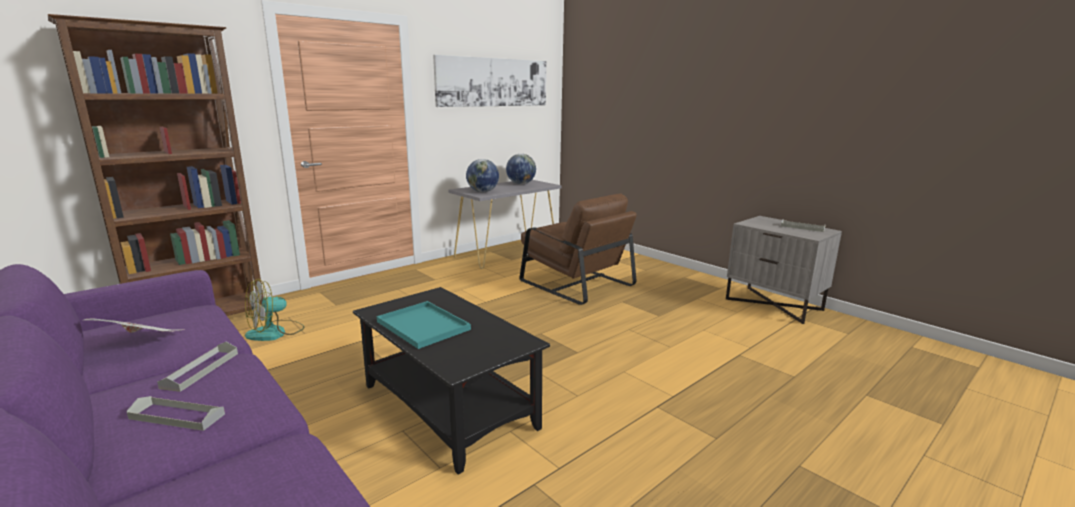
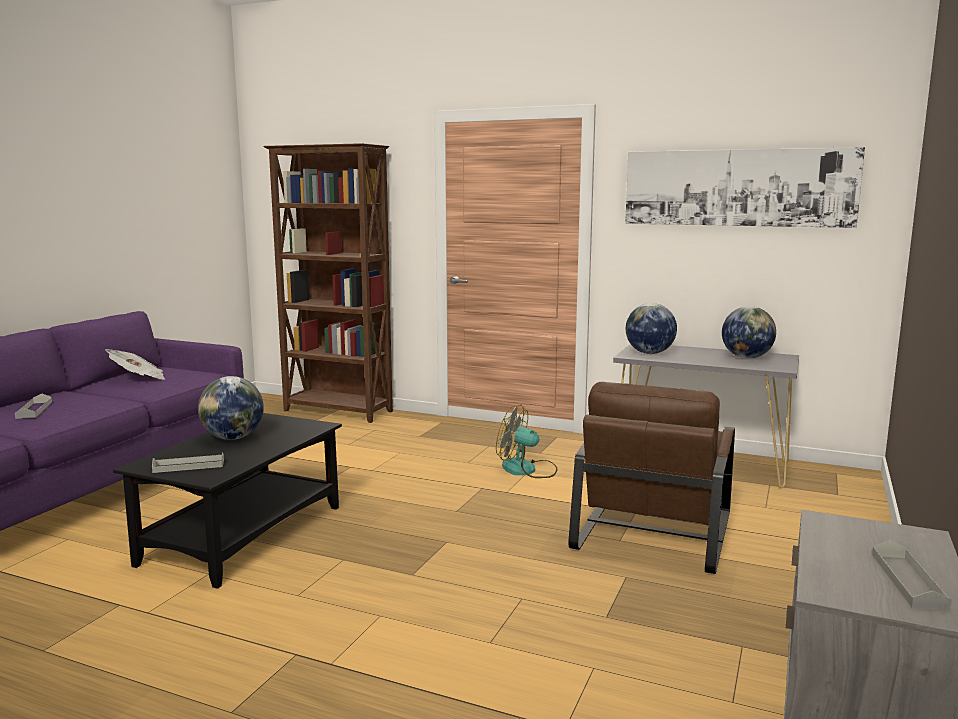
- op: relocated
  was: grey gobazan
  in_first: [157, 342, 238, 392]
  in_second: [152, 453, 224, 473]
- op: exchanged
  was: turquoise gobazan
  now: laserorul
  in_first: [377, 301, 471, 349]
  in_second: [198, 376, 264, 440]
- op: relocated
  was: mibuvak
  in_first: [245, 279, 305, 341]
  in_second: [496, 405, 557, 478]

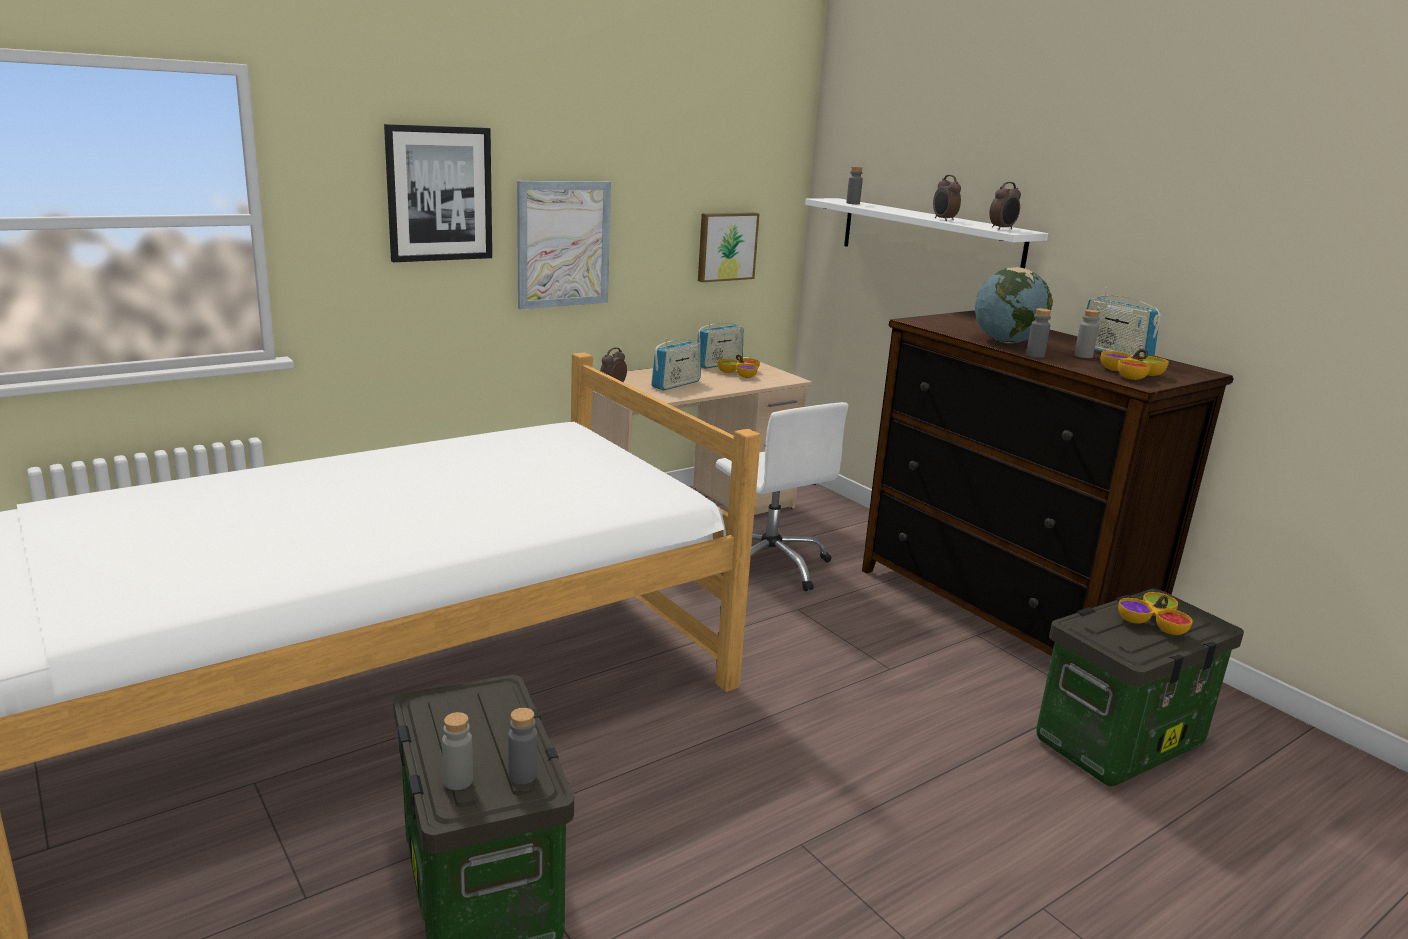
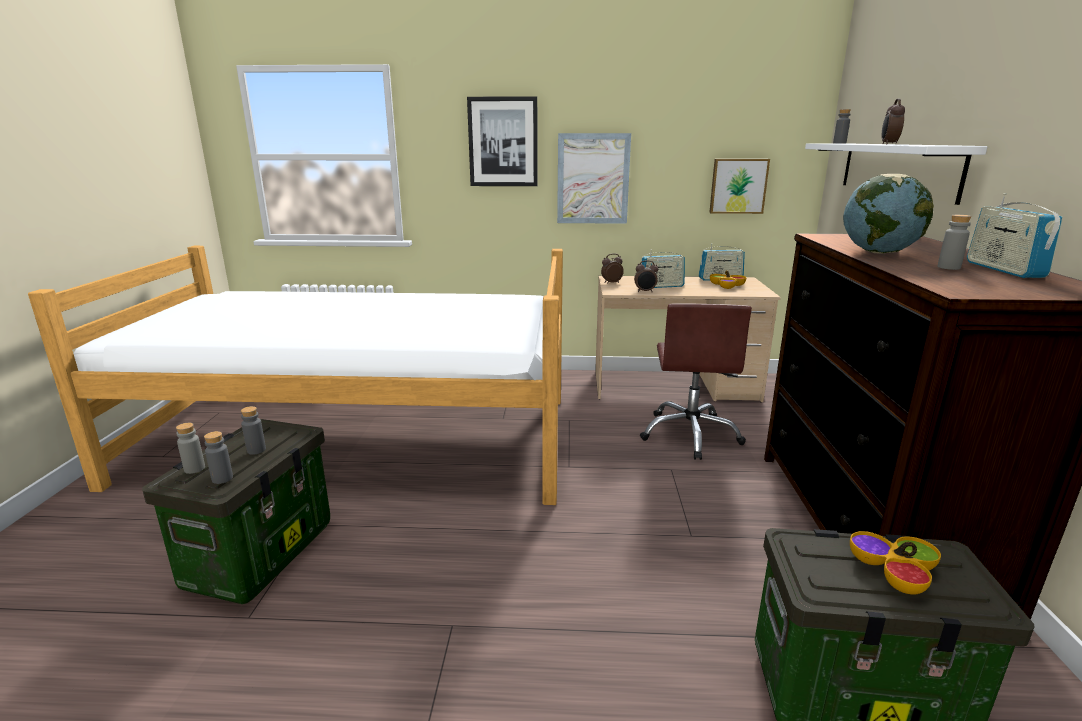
- op: relocated
  was: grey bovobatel
  in_first: [1026, 308, 1051, 358]
  in_second: [241, 406, 266, 455]
- op: relocated
  was: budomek
  in_first: [989, 182, 1021, 230]
  in_second: [634, 260, 658, 292]
- op: colour
  was: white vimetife
  now: brown vimetife
  in_first: [716, 402, 848, 591]
  in_second: [640, 303, 752, 460]
- op: missing
  was: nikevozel
  in_first: [1101, 349, 1169, 380]

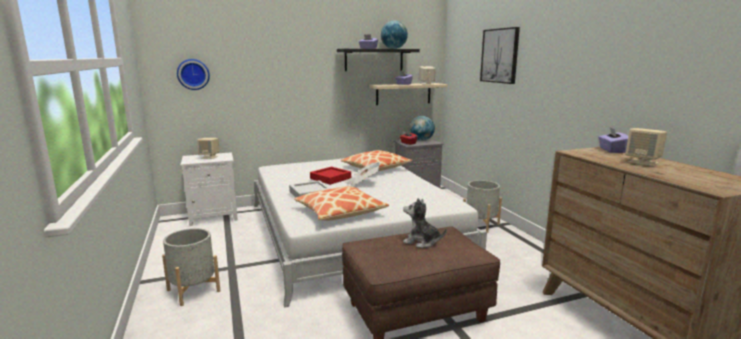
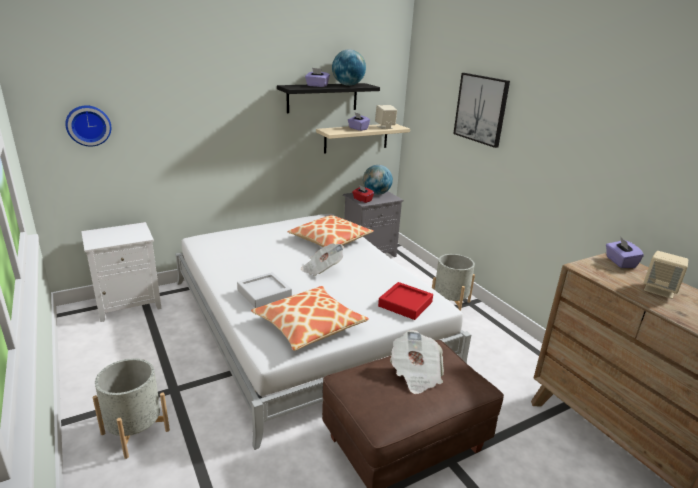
- op: relocated
  was: red gobazan
  in_first: [310, 167, 351, 185]
  in_second: [378, 282, 433, 320]
- op: exchanged
  was: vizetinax
  now: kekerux
  in_first: [403, 198, 447, 248]
  in_second: [390, 330, 444, 394]
- op: missing
  was: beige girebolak
  in_first: [197, 138, 220, 159]

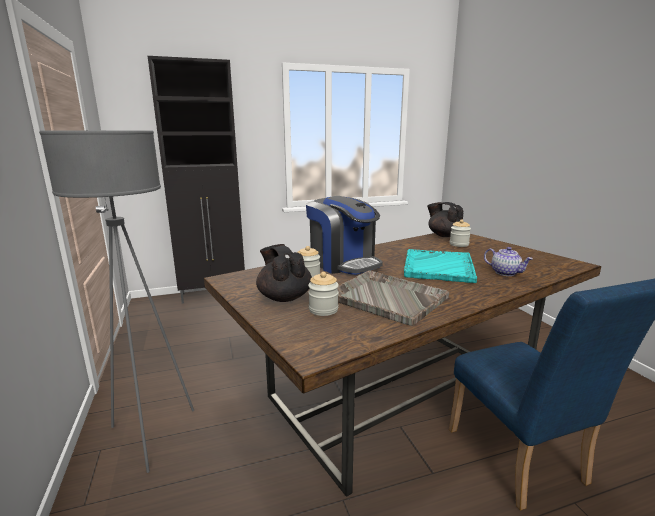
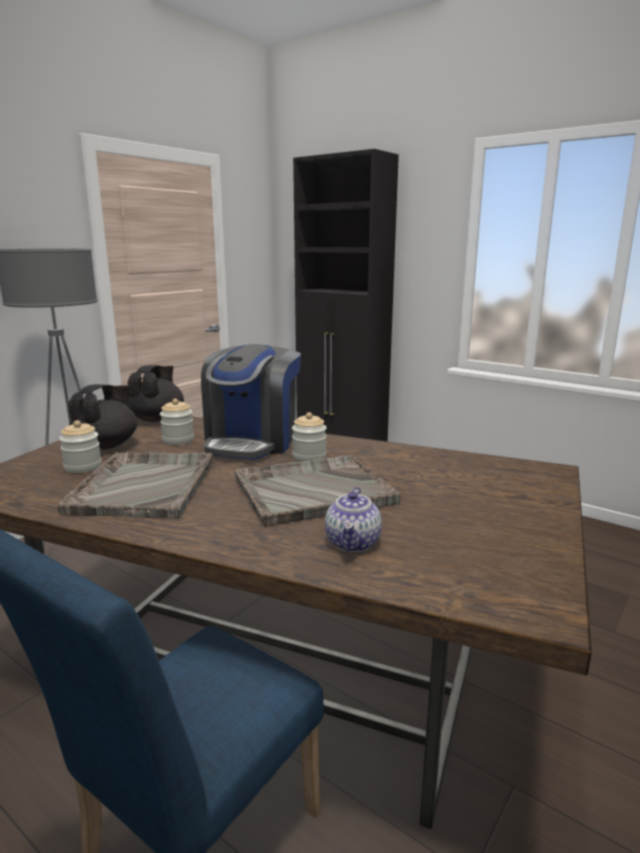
- op: relocated
  was: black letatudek
  in_first: [427, 202, 463, 237]
  in_second: [127, 365, 184, 422]
- op: colour
  was: turquoise gobazan
  now: grey gobazan
  in_first: [404, 249, 478, 283]
  in_second: [235, 455, 401, 527]
- op: relocated
  was: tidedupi
  in_first: [450, 219, 471, 247]
  in_second: [292, 412, 327, 462]

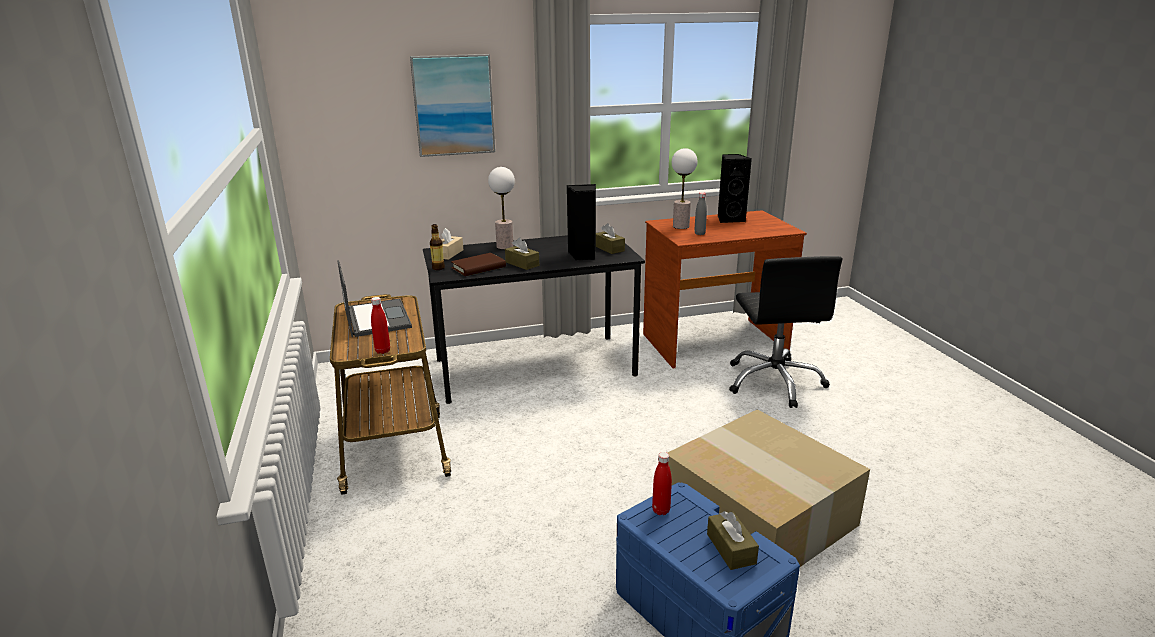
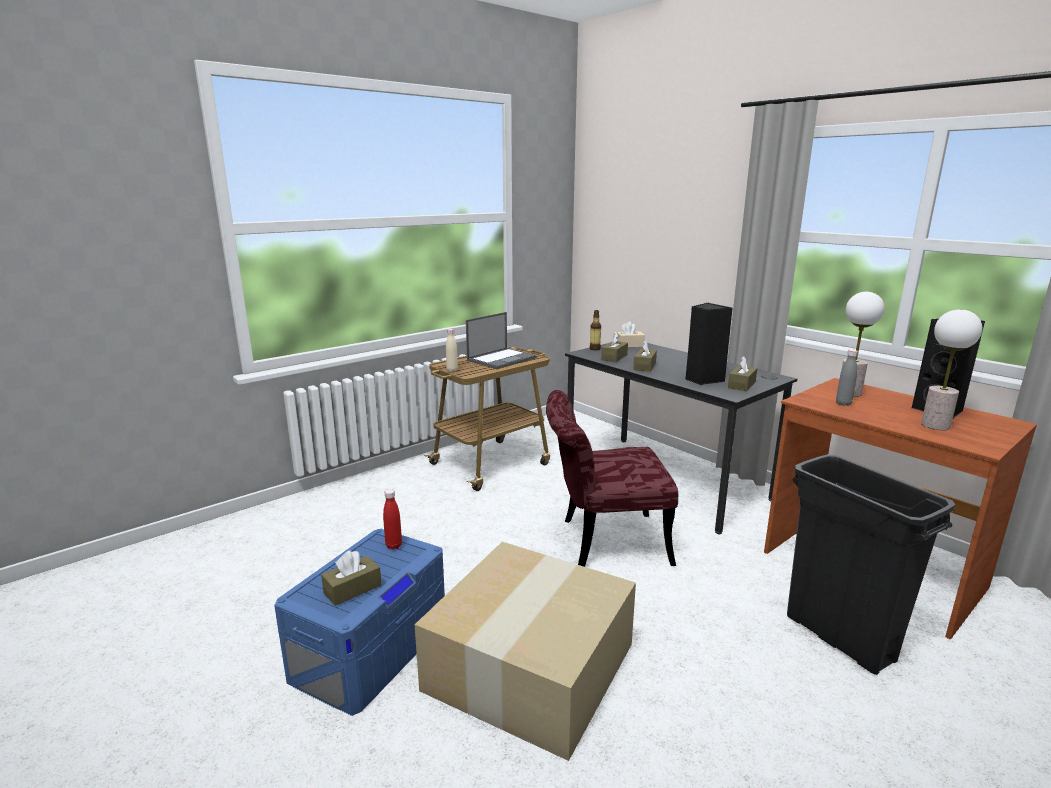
- op: colour
  was: red bovobatel
  now: beige bovobatel
  in_first: [371, 297, 390, 354]
  in_second: [446, 329, 458, 372]
- op: appeared
  now: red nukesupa
  in_second: [546, 390, 678, 567]
- op: exchanged
  was: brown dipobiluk
  now: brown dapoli
  in_first: [451, 253, 506, 276]
  in_second: [601, 332, 628, 362]
- op: exchanged
  was: black vimetife
  now: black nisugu
  in_first: [729, 256, 842, 408]
  in_second: [787, 454, 955, 675]
- op: relocated
  was: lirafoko
  in_first: [488, 167, 515, 249]
  in_second: [921, 309, 982, 430]
- op: missing
  was: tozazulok
  in_first: [410, 54, 495, 157]

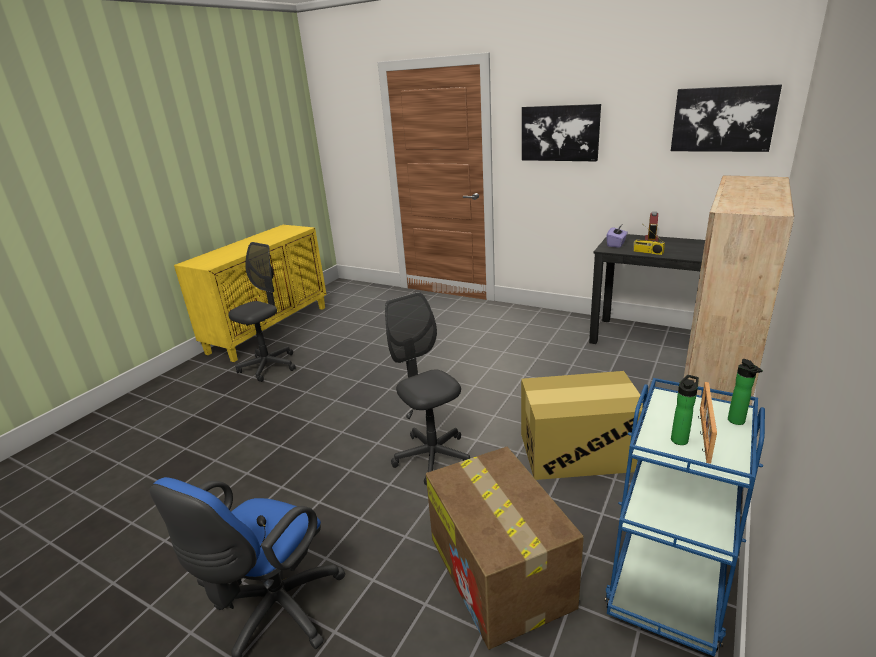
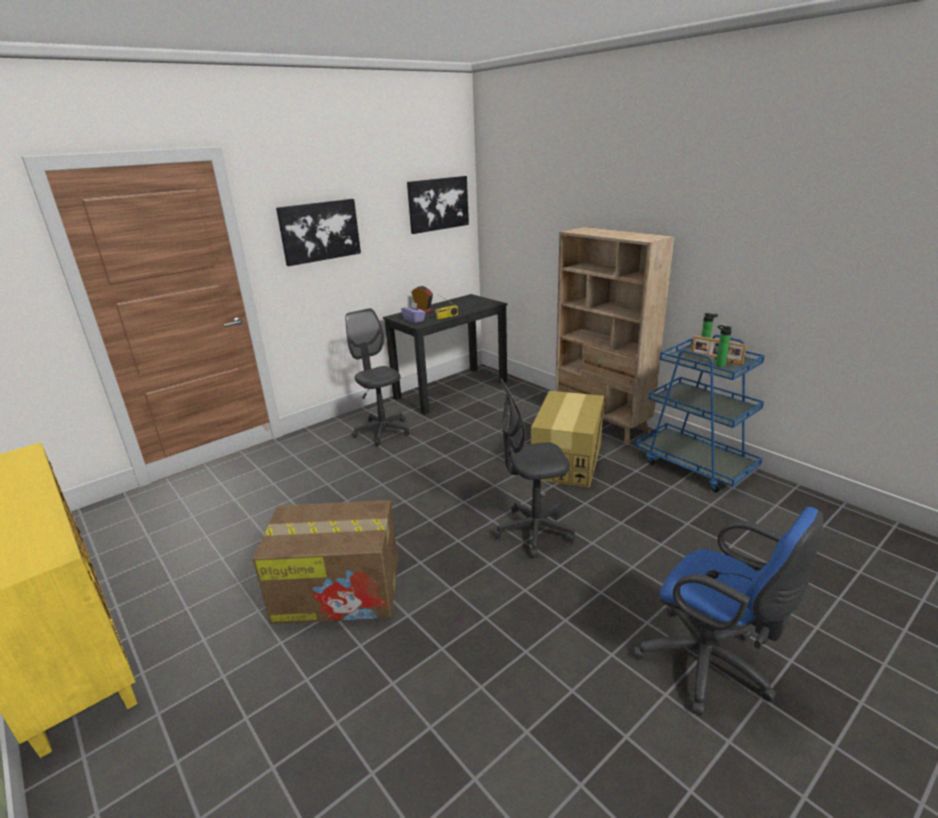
- op: relocated
  was: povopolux
  in_first: [426, 447, 584, 650]
  in_second: [253, 500, 398, 624]
- op: relocated
  was: grey vimetife
  in_first: [228, 242, 296, 382]
  in_second: [345, 308, 410, 446]

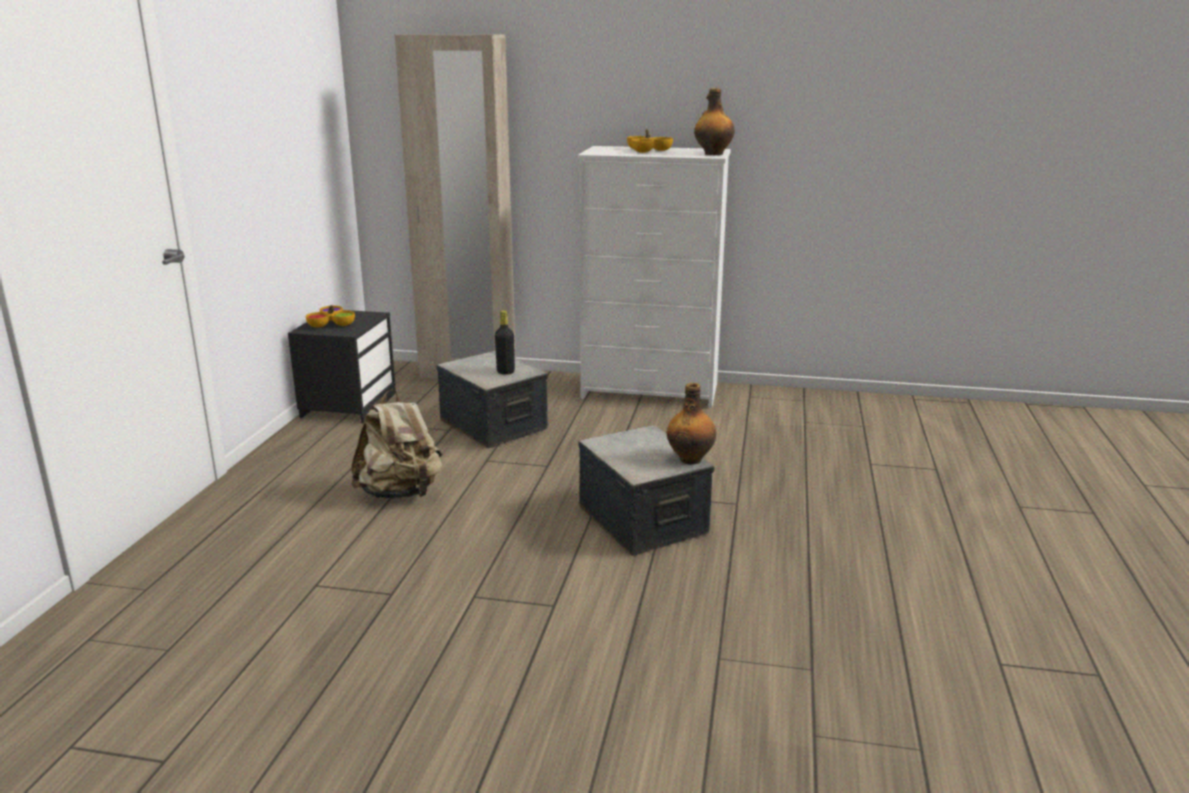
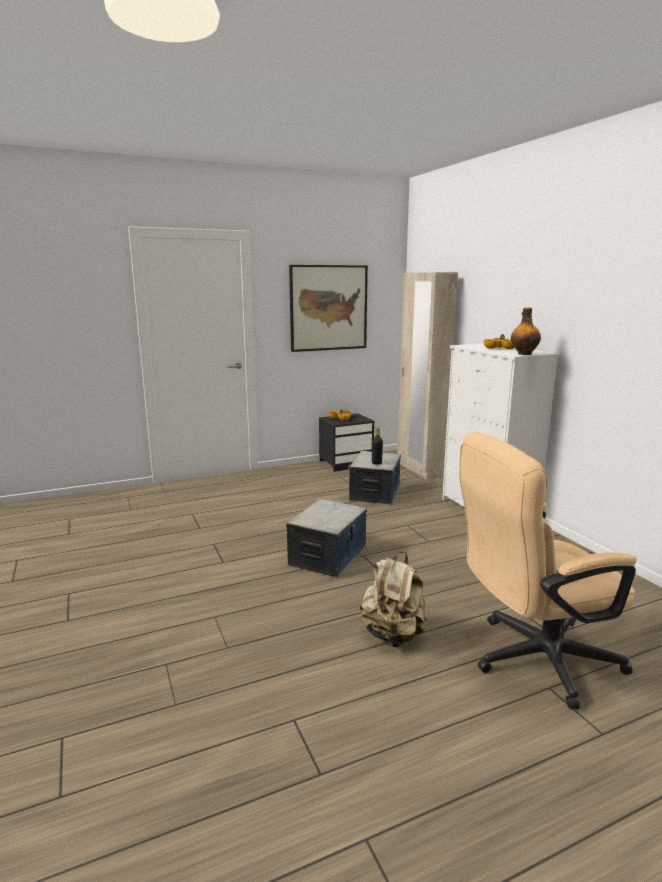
- op: appeared
  now: tozazulok
  in_second: [289, 265, 368, 352]
- op: relocated
  was: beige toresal
  in_first: [351, 389, 442, 499]
  in_second: [360, 551, 427, 647]
- op: appeared
  now: beige vimetife
  in_second: [459, 432, 636, 709]
- op: missing
  was: bovobatel
  in_first: [667, 383, 716, 465]

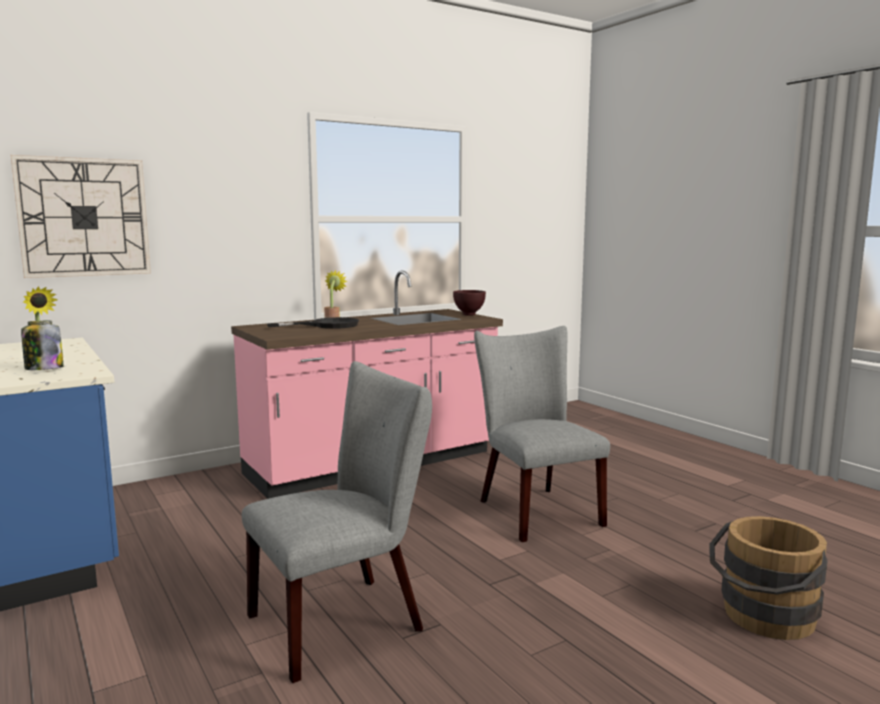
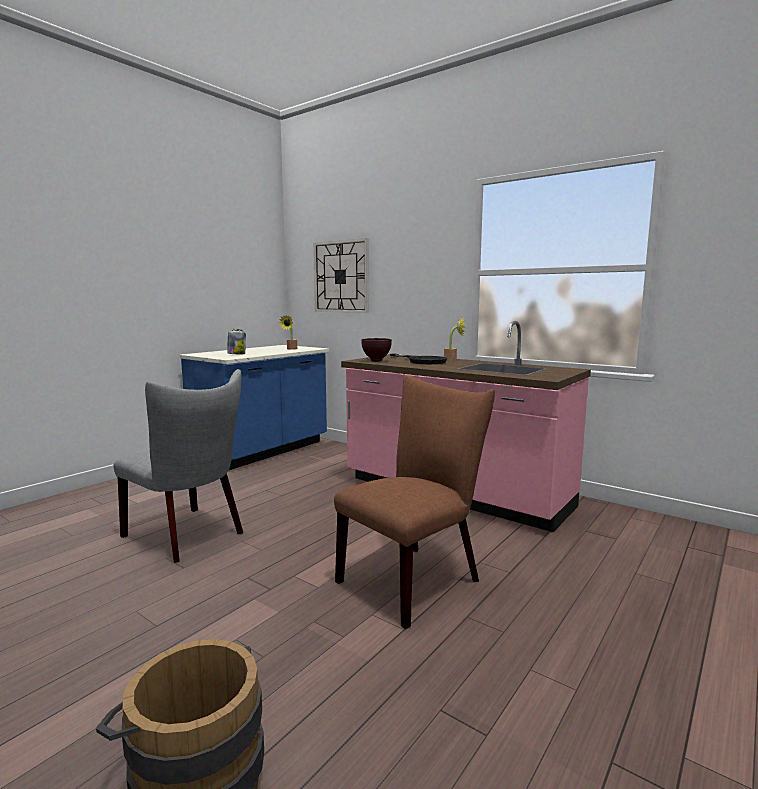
- op: colour
  was: grey nukesupa
  now: brown nukesupa
  in_first: [474, 326, 610, 542]
  in_second: [334, 375, 495, 629]
- op: relocated
  was: brown nikevozel
  in_first: [453, 290, 486, 316]
  in_second: [361, 338, 392, 362]

